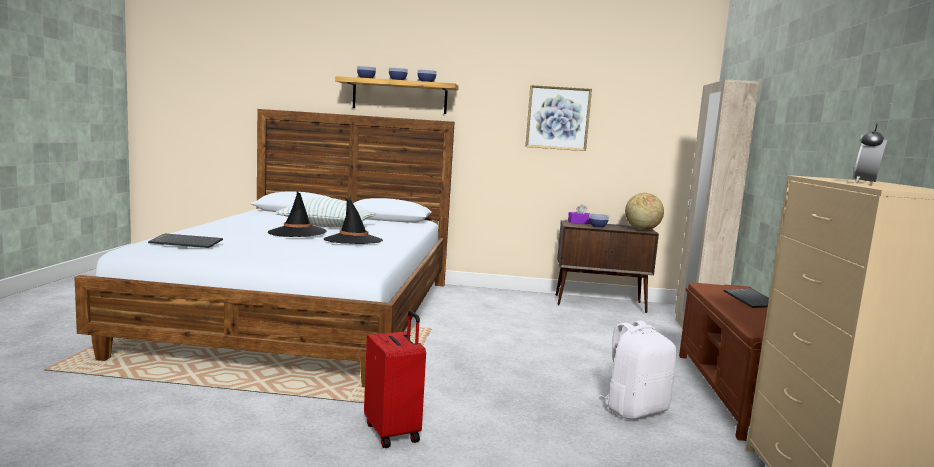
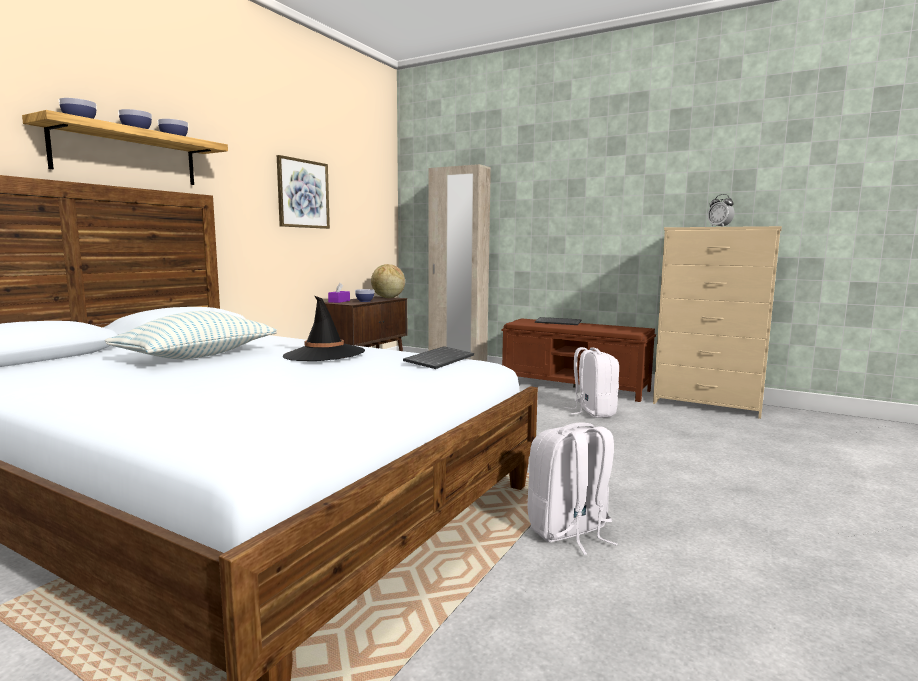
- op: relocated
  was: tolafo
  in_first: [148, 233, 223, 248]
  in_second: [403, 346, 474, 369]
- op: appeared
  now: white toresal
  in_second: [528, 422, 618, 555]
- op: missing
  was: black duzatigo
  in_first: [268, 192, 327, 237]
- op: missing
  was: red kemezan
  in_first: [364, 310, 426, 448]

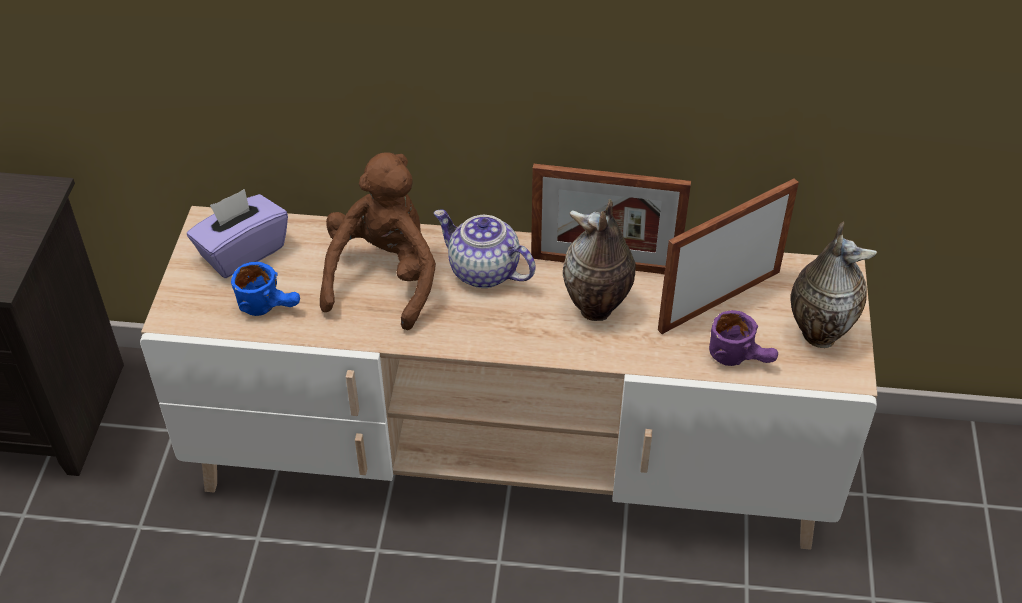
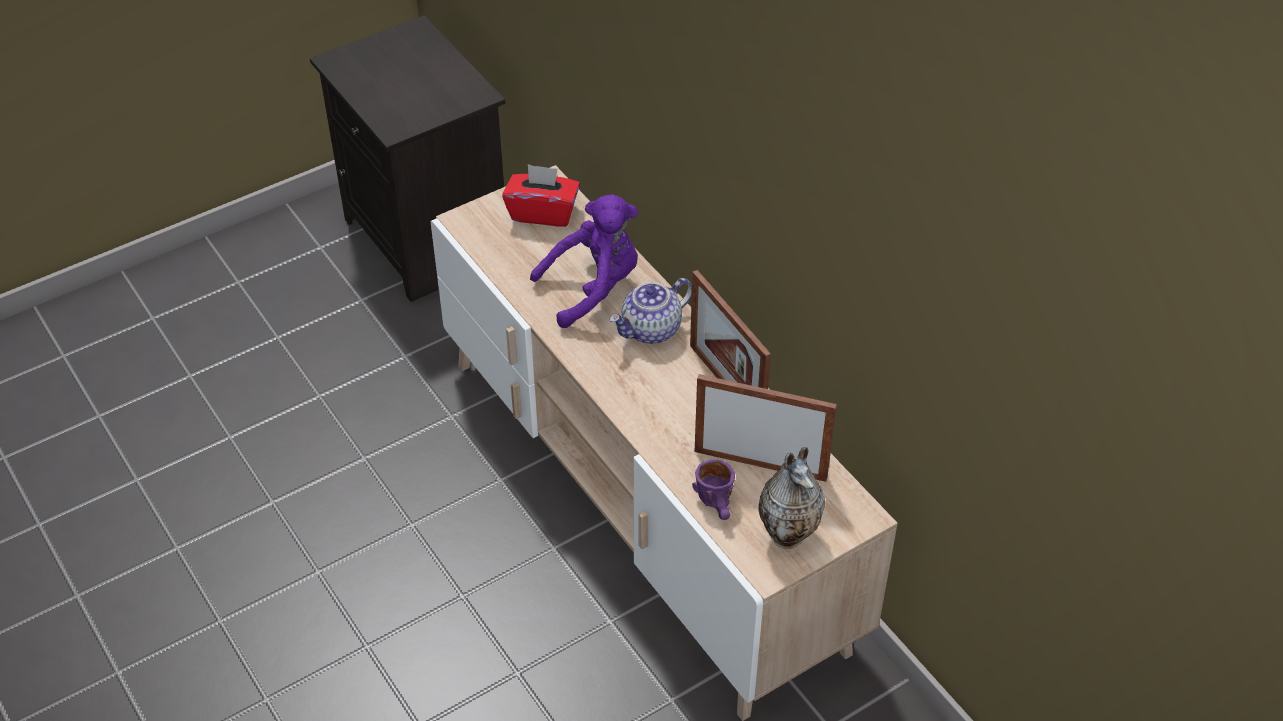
- op: colour
  was: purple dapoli
  now: red dapoli
  in_first: [187, 189, 288, 278]
  in_second: [502, 164, 580, 227]
- op: colour
  was: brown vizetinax
  now: purple vizetinax
  in_first: [320, 152, 436, 330]
  in_second: [530, 194, 638, 328]
- op: spun
  was: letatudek
  in_first: [434, 209, 536, 288]
  in_second: [609, 278, 692, 344]
  clockwise: -120
- op: missing
  was: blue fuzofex
  in_first: [231, 262, 300, 316]
- op: missing
  was: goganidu
  in_first: [563, 199, 635, 321]

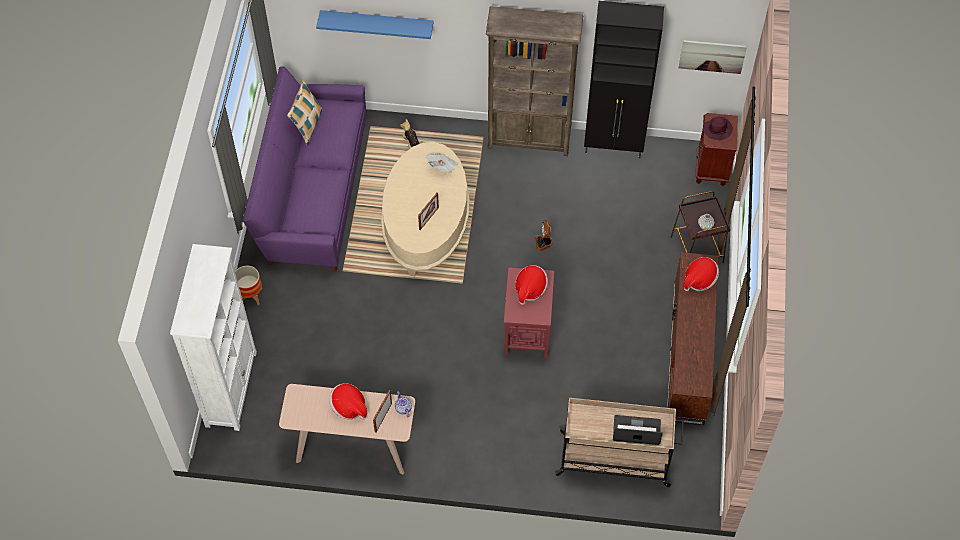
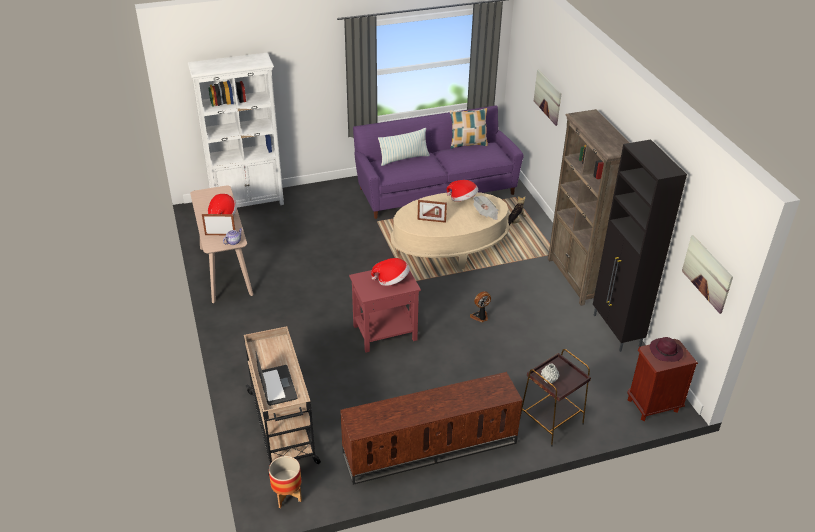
- op: relocated
  was: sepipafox
  in_first: [235, 266, 262, 305]
  in_second: [269, 456, 302, 508]
- op: appeared
  now: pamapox
  in_second: [378, 128, 429, 166]
- op: relocated
  was: duzatigo
  in_first: [684, 257, 719, 291]
  in_second: [446, 180, 478, 202]
- op: exchanged
  was: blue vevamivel
  now: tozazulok
  in_first: [316, 10, 434, 39]
  in_second: [534, 69, 562, 126]

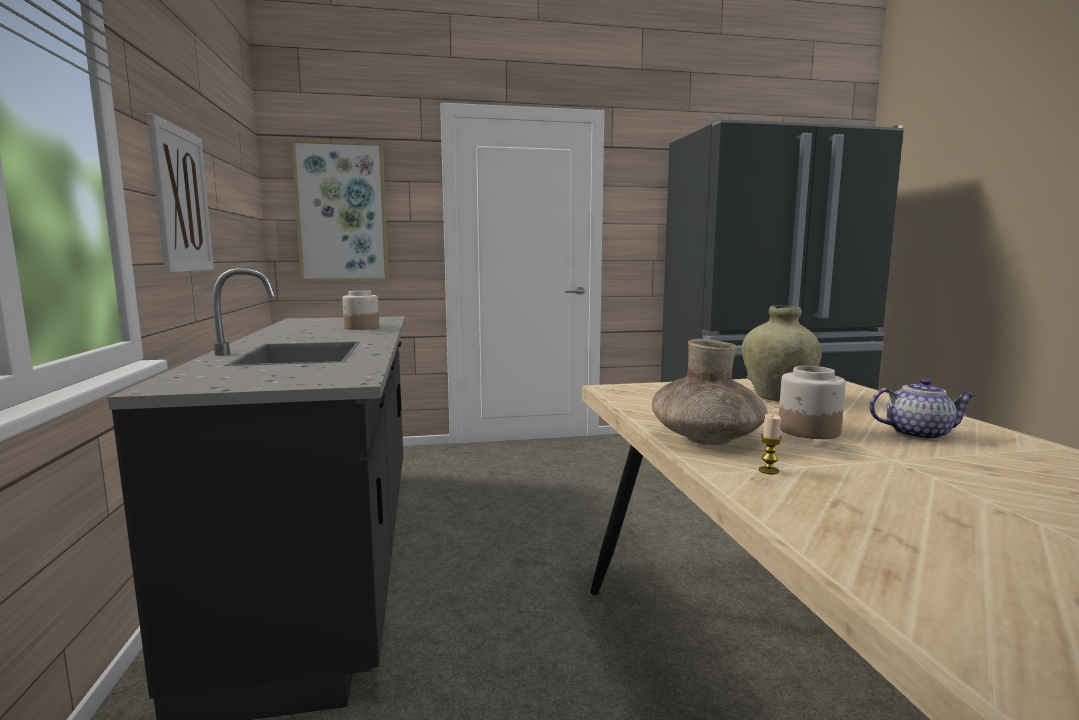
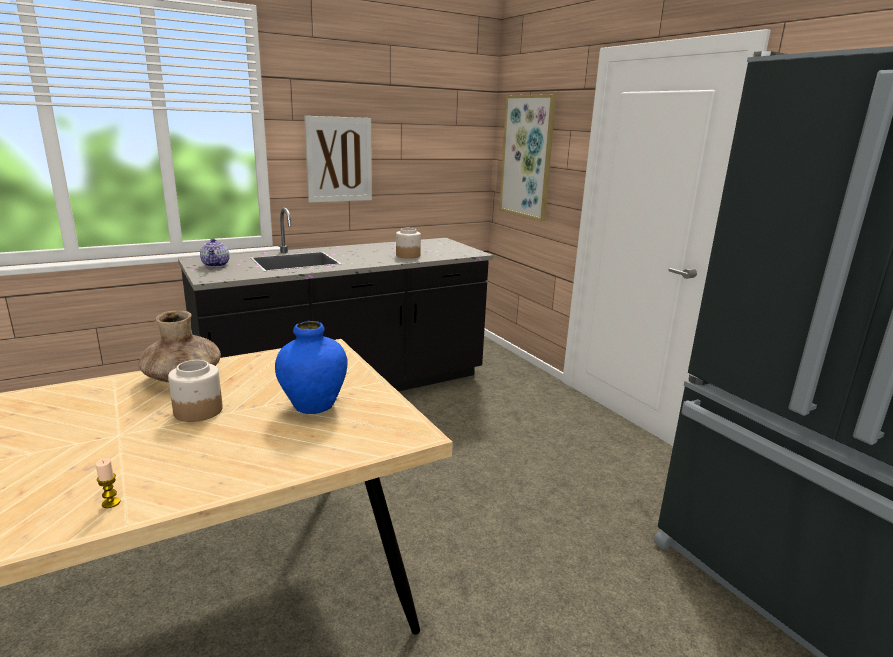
- op: relocated
  was: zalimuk
  in_first: [759, 414, 782, 475]
  in_second: [96, 458, 120, 508]
- op: relocated
  was: letatudek
  in_first: [870, 378, 975, 440]
  in_second: [200, 239, 230, 267]
- op: colour
  was: beige goganidu
  now: blue goganidu
  in_first: [742, 305, 822, 402]
  in_second: [275, 321, 347, 414]

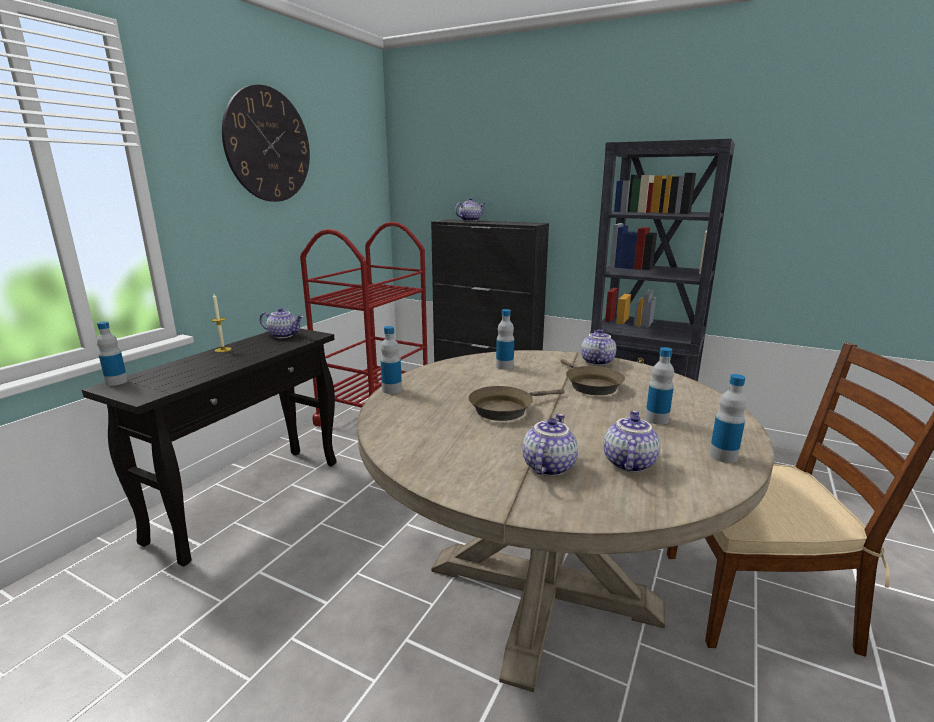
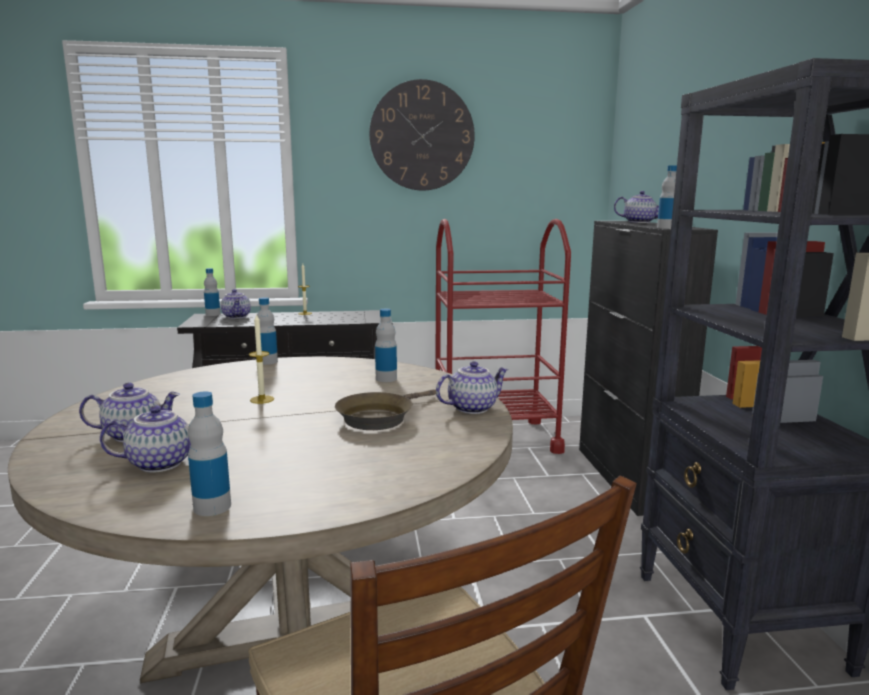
- op: relocated
  was: letatudek
  in_first: [260, 308, 303, 338]
  in_second: [221, 289, 251, 319]
- op: exchanged
  was: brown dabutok
  now: zalimuk
  in_first: [468, 386, 565, 421]
  in_second: [249, 313, 274, 404]
- op: relocated
  was: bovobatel
  in_first: [645, 347, 674, 425]
  in_second: [657, 165, 677, 229]

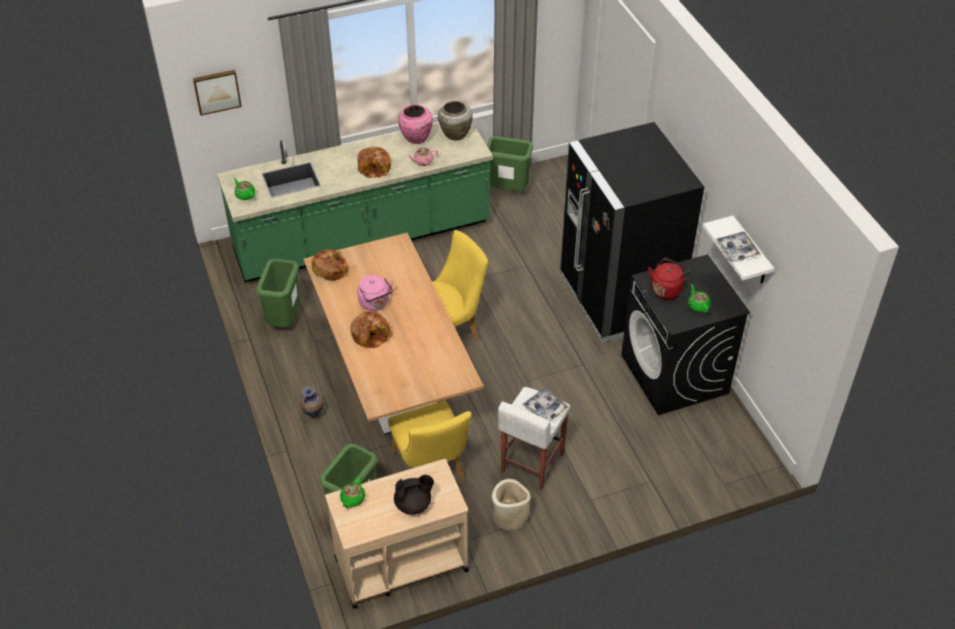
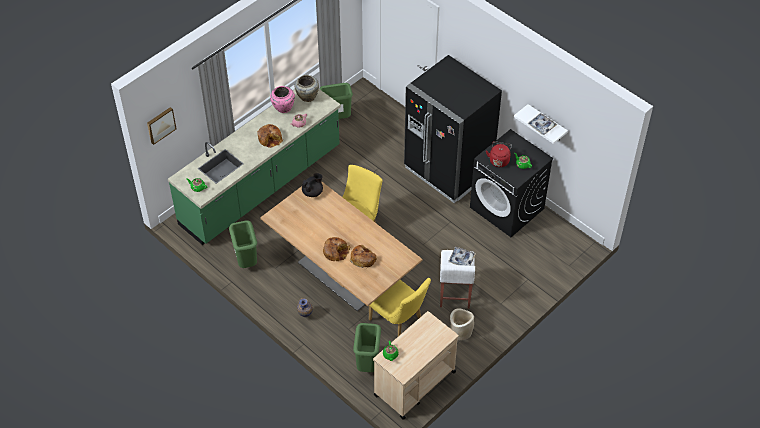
- op: relocated
  was: black letatudek
  in_first: [394, 475, 434, 515]
  in_second: [302, 173, 323, 197]
- op: relocated
  was: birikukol
  in_first: [311, 249, 349, 281]
  in_second: [350, 245, 377, 268]
- op: missing
  was: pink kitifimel
  in_first: [357, 275, 393, 311]

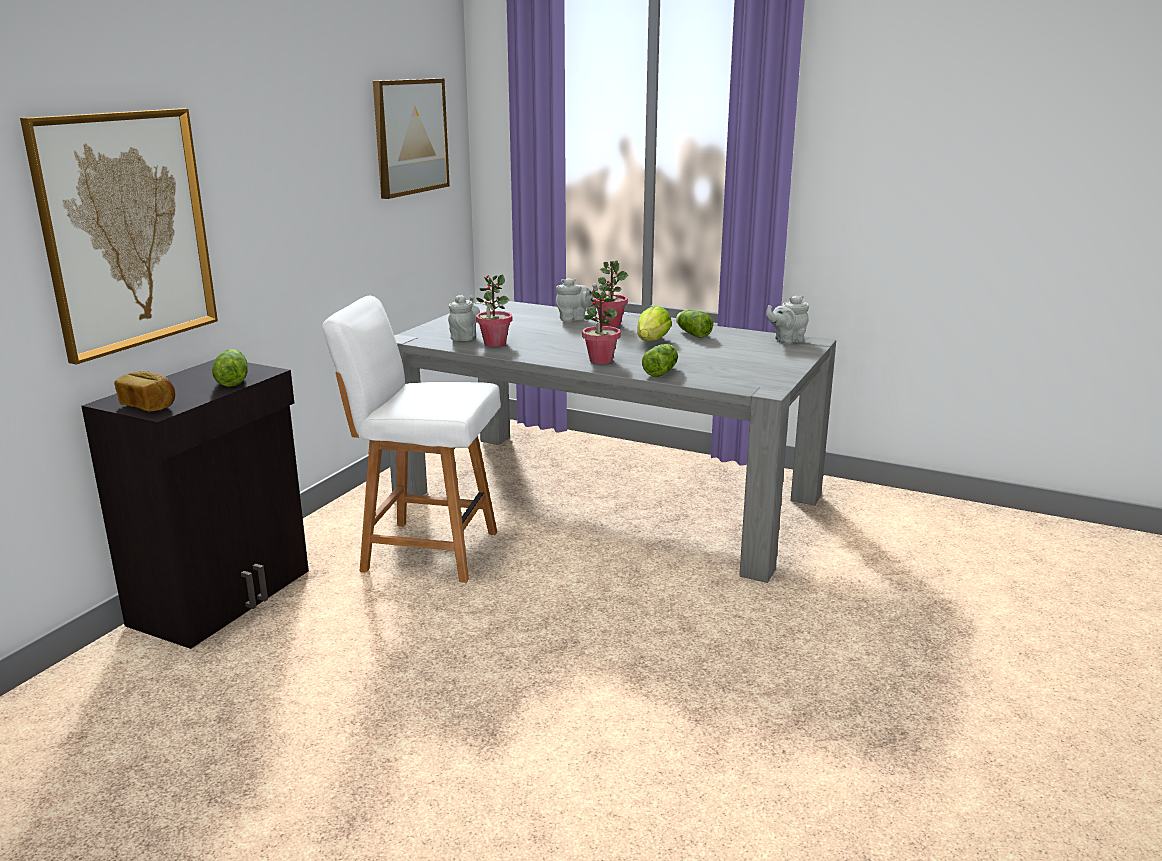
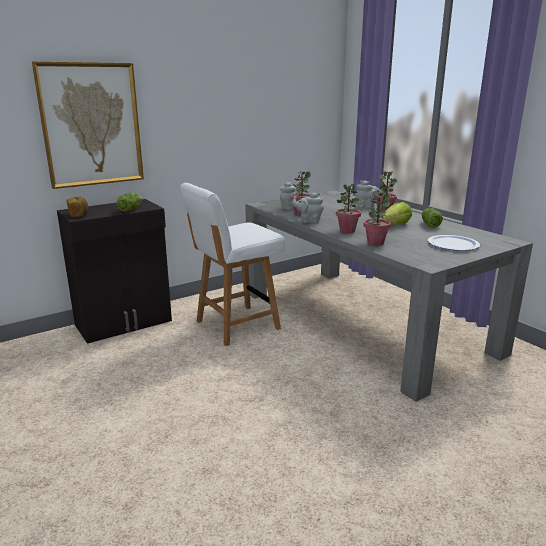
- op: spun
  was: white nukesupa
  in_first: [322, 296, 501, 583]
  in_second: [180, 183, 285, 346]
  clockwise: -75
- op: relocated
  was: grey letatudek
  in_first: [766, 296, 809, 344]
  in_second: [292, 193, 324, 223]
- op: exchanged
  was: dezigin
  now: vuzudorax
  in_first: [642, 344, 678, 377]
  in_second: [363, 192, 391, 245]
- op: appeared
  now: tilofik
  in_second: [428, 235, 480, 251]
- op: missing
  was: tozazulok
  in_first: [373, 78, 450, 199]

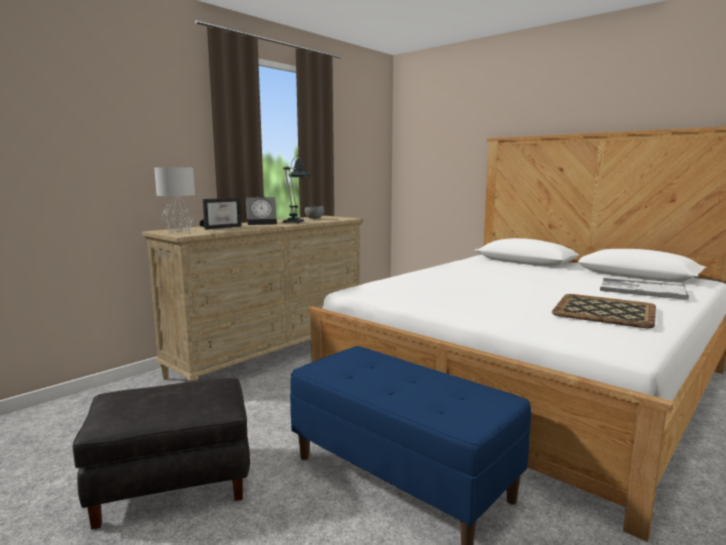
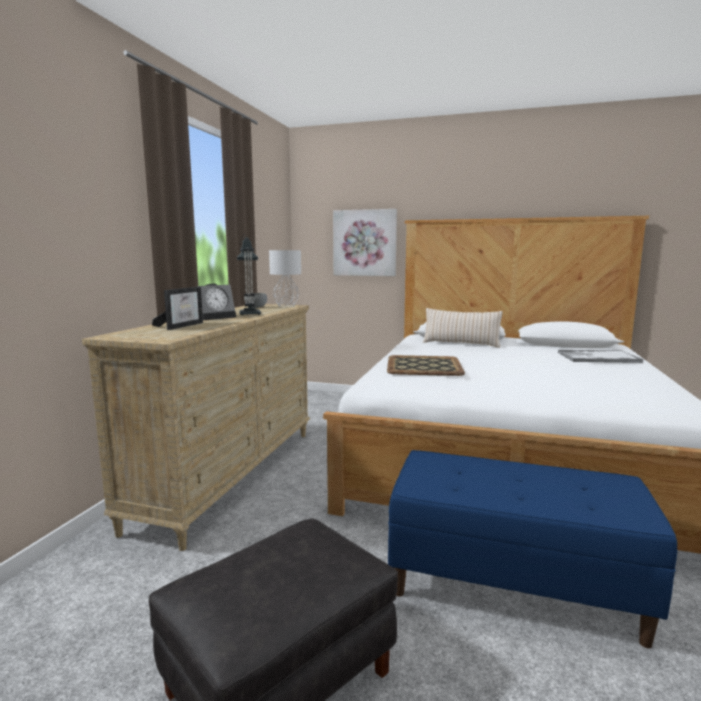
- op: relocated
  was: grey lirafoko
  in_first: [154, 167, 195, 233]
  in_second: [269, 250, 301, 307]
- op: appeared
  now: tozazulok
  in_second: [333, 209, 397, 276]
- op: relocated
  was: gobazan
  in_first: [552, 294, 656, 328]
  in_second: [387, 355, 465, 376]
- op: appeared
  now: beige pamapox
  in_second: [423, 308, 503, 348]

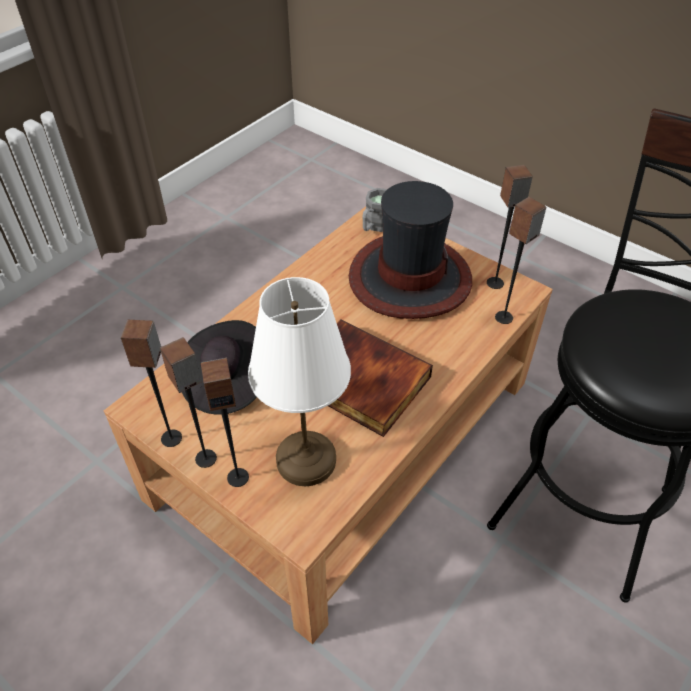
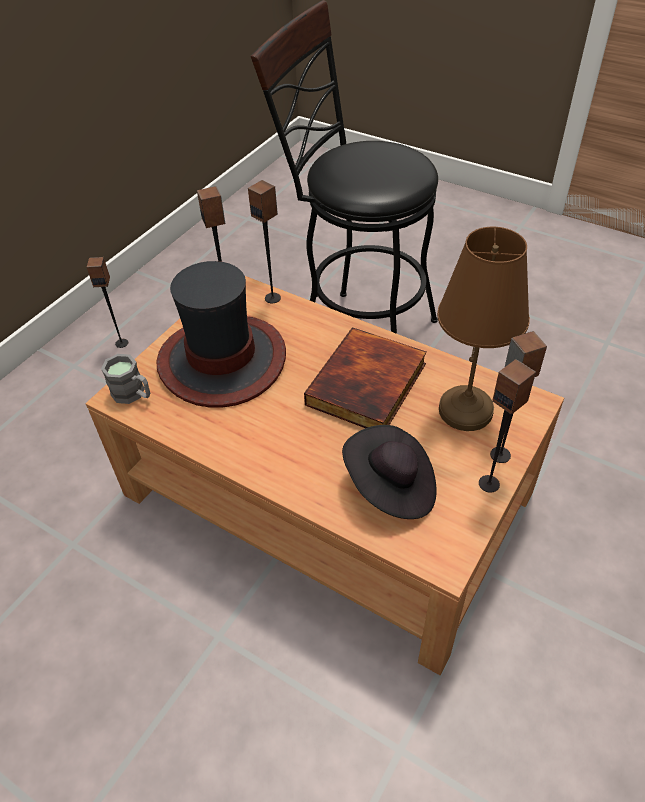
- op: relocated
  was: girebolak
  in_first: [121, 320, 182, 447]
  in_second: [87, 257, 128, 348]
- op: colour
  was: white lirafoko
  now: brown lirafoko
  in_first: [248, 277, 351, 486]
  in_second: [437, 227, 530, 431]

